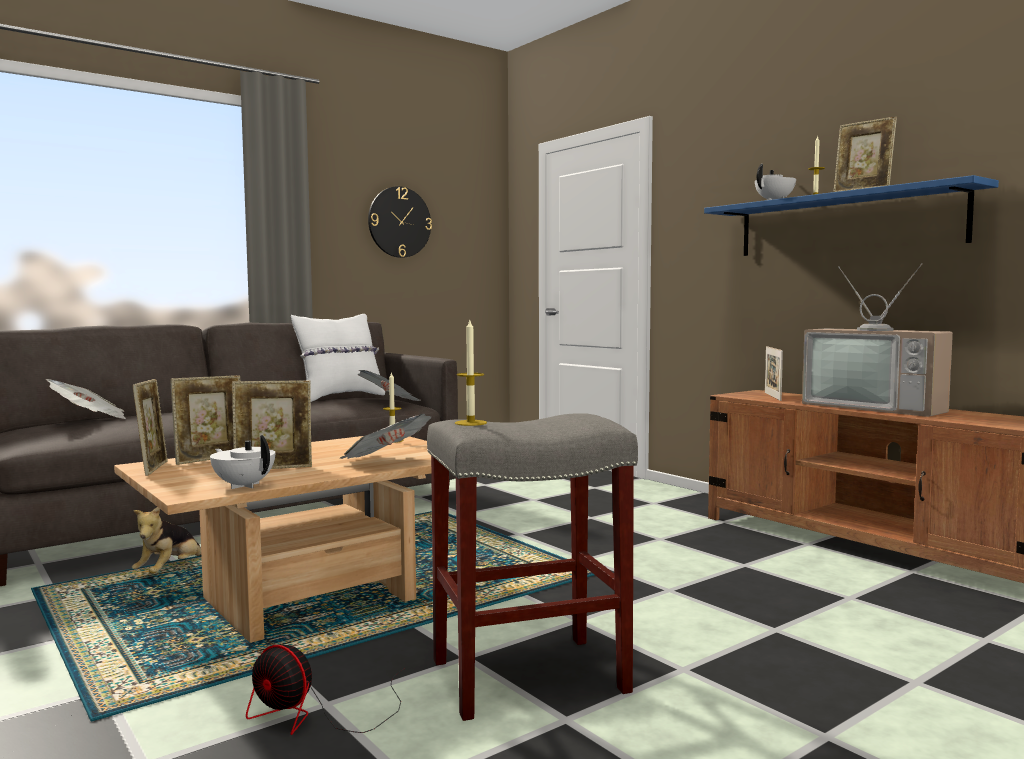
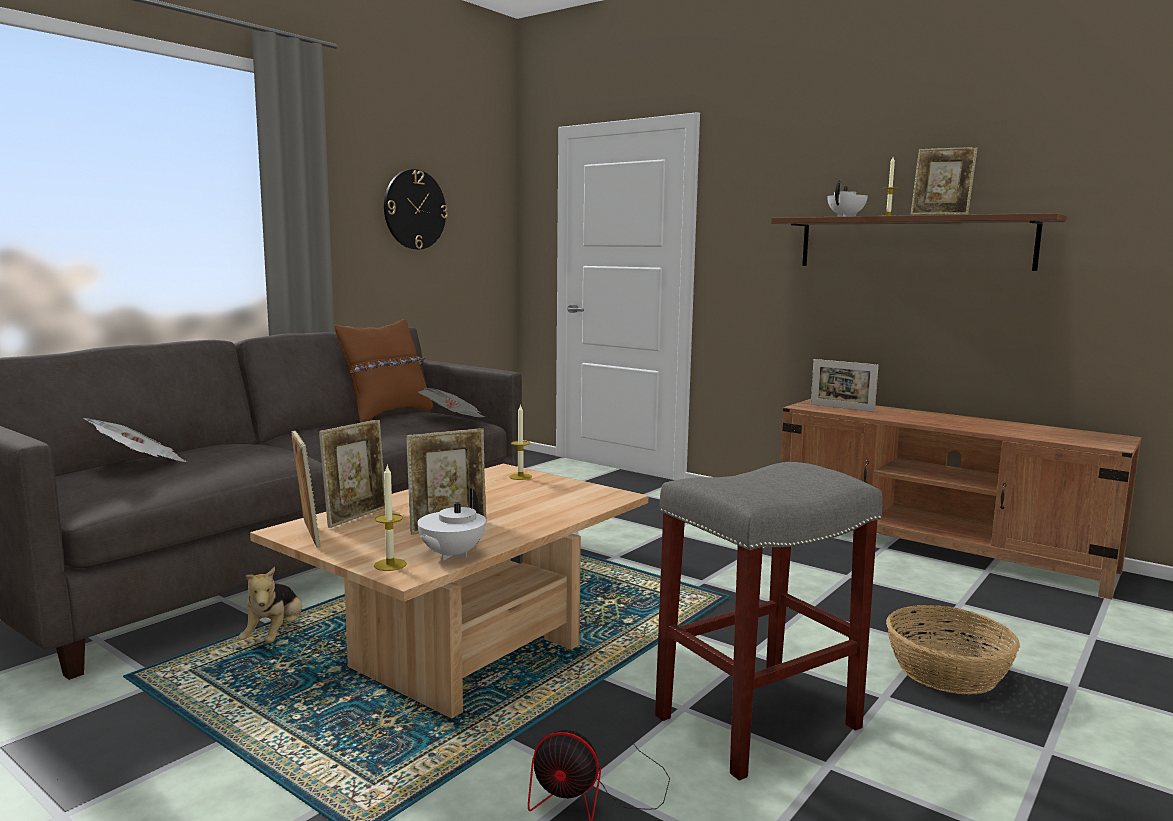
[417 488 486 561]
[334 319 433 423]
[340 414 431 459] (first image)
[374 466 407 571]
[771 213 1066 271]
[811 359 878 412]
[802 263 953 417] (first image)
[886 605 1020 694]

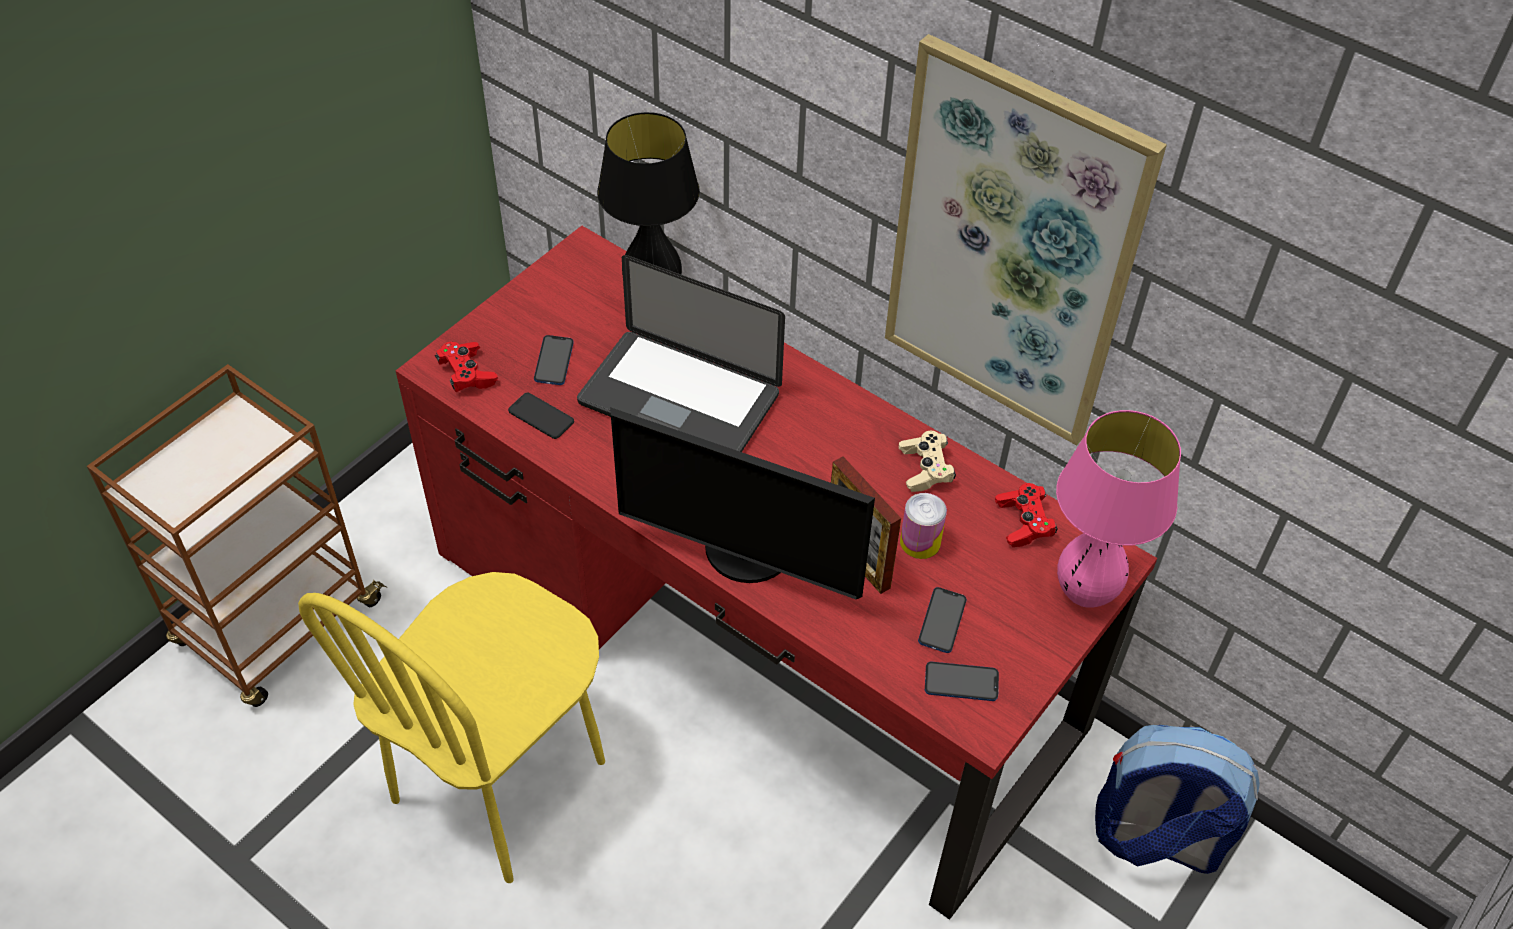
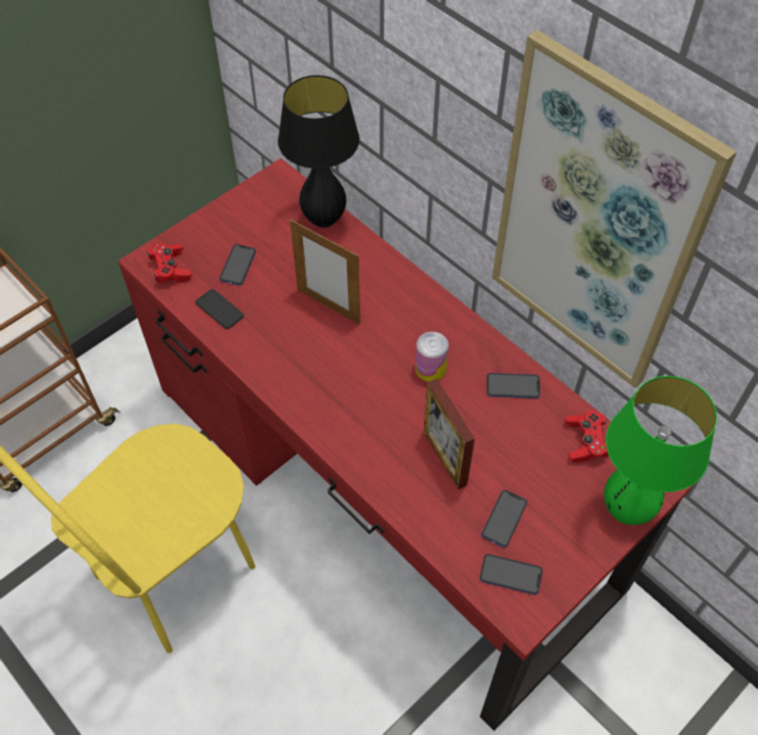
[290 219 360 324]
[610 407 875 599] (first image)
[487 373 540 398]
[415 332 449 382]
[604 376 717 525]
[1095 725 1260 874] (first image)

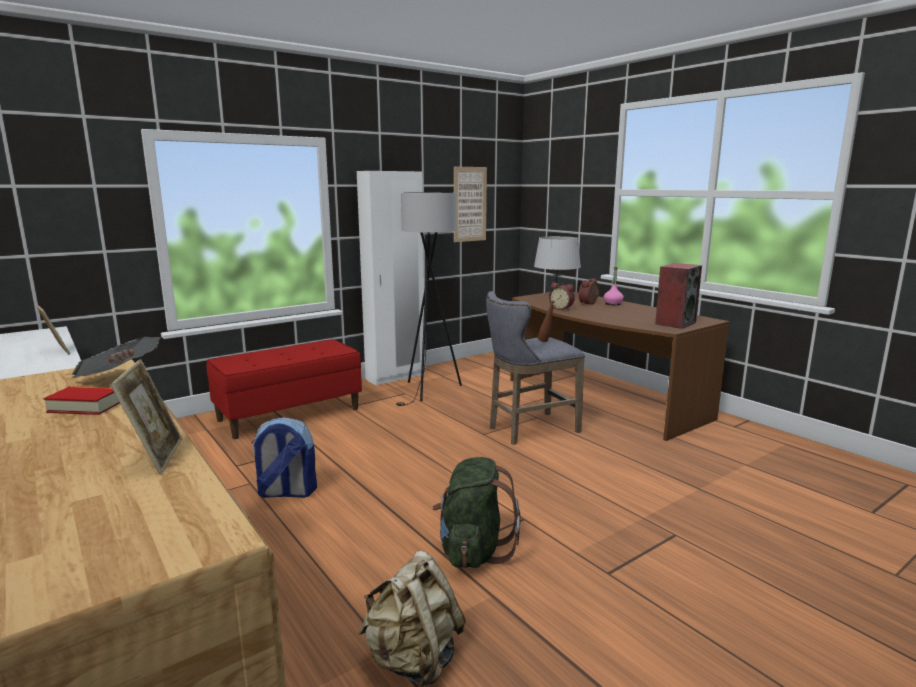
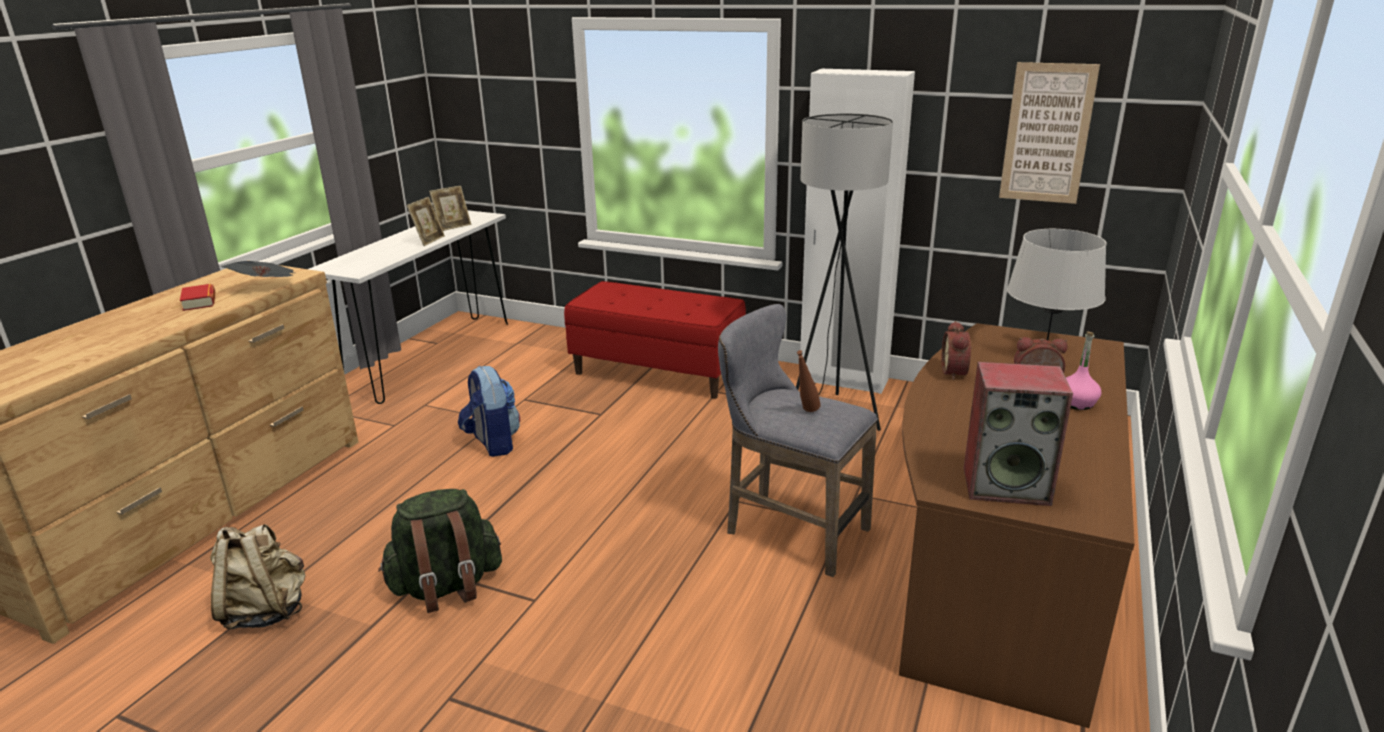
[429 186 471 231]

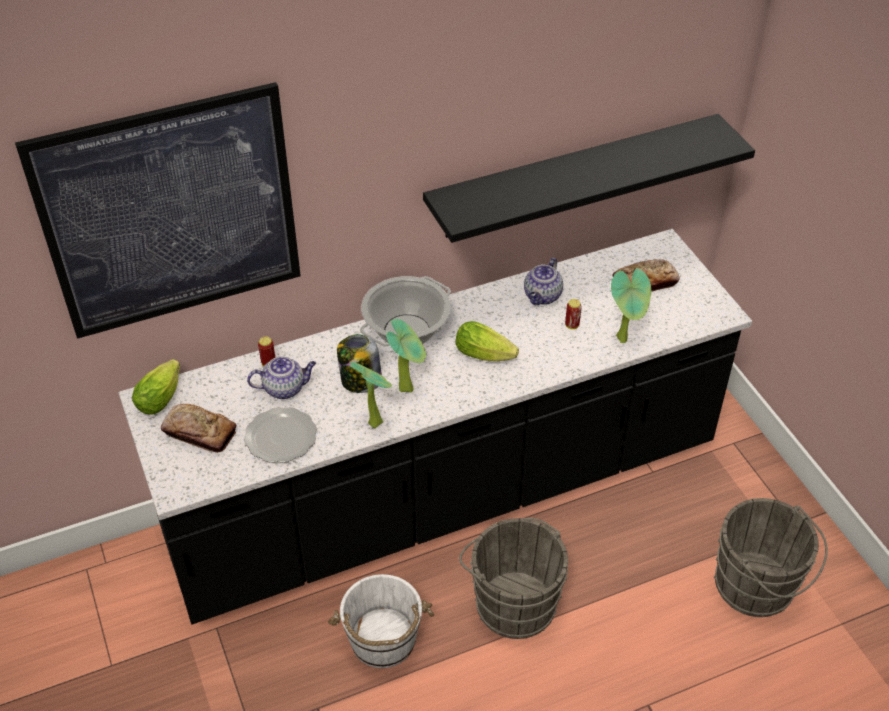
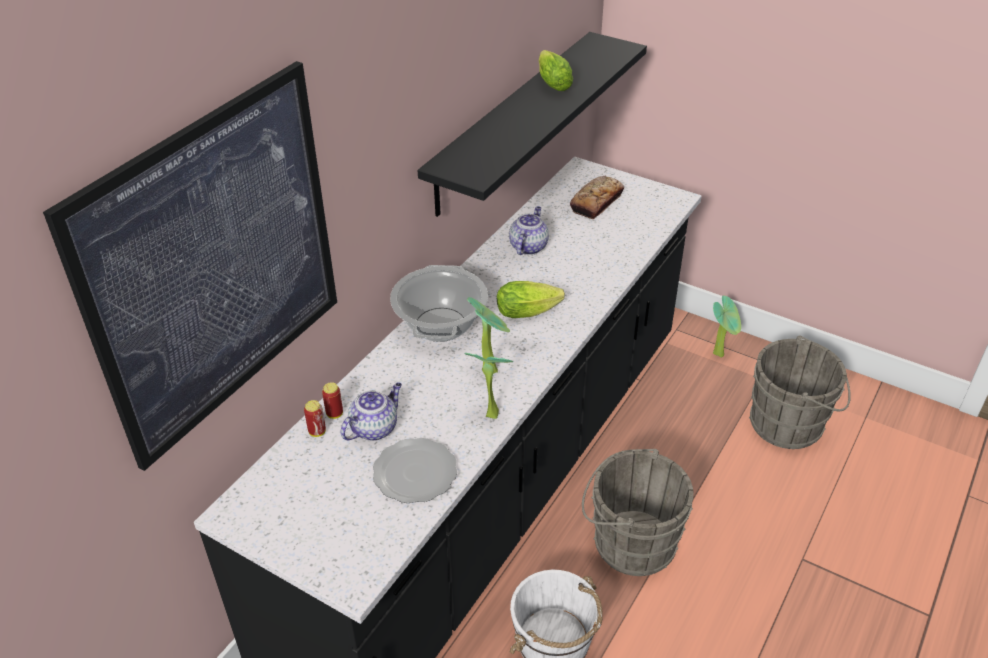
[539 50 573 91]
[161 404 236 453] (first image)
[337 334 382 393] (first image)
[509 206 549 255]
[304 400 326 437]
[713 296 741 358]

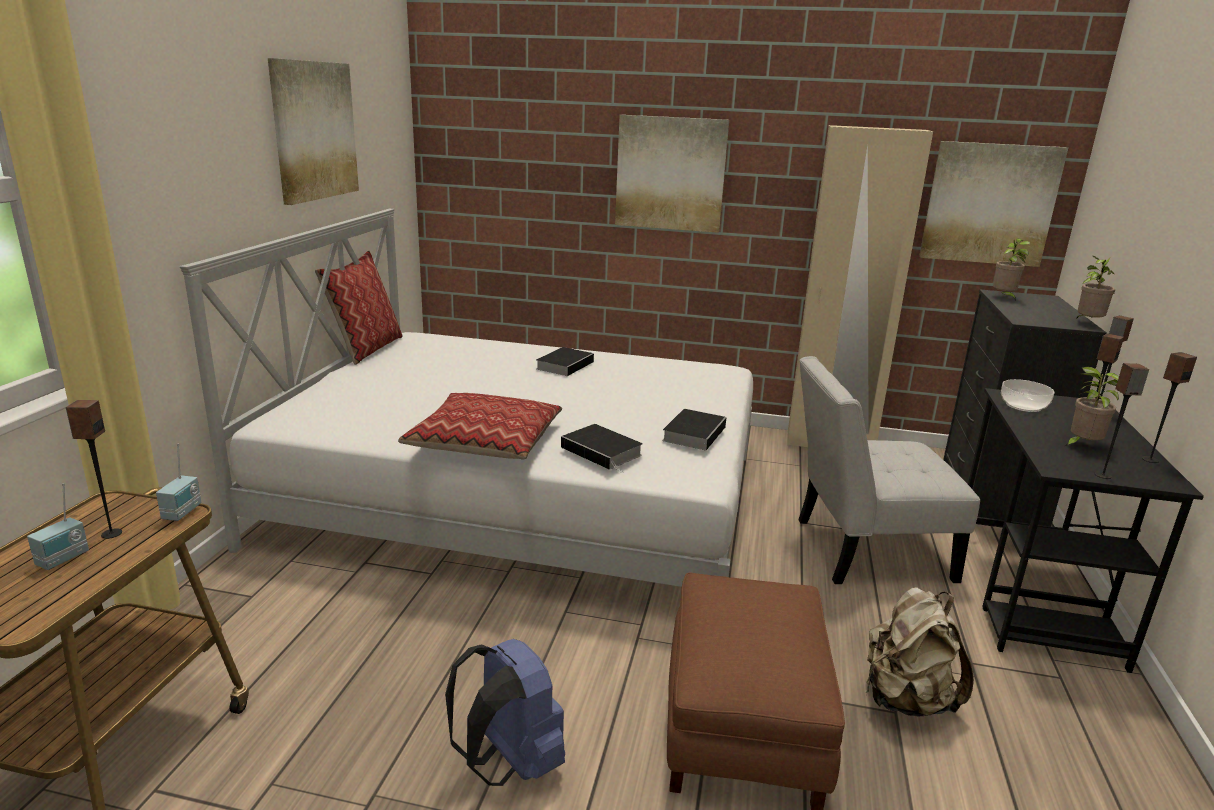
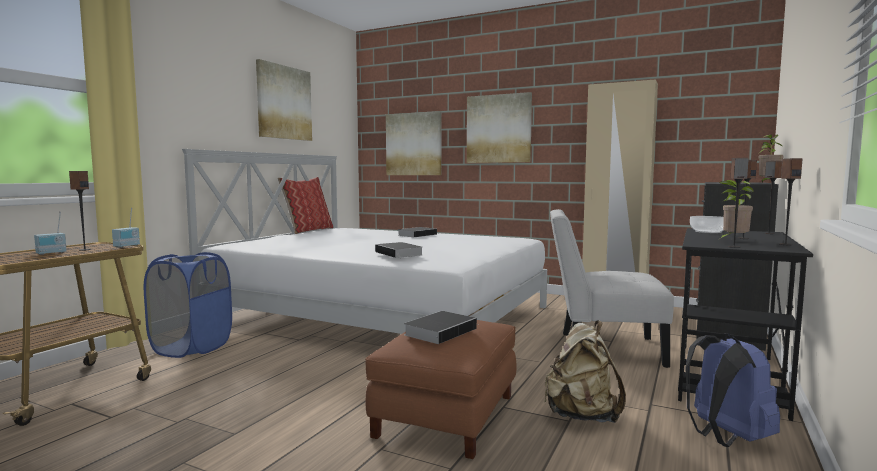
[398 393 562 460] (first image)
[685 333 780 447]
[404 311 477 344]
[386 111 441 175]
[993 238 1030 302] (first image)
[144 252 232 358]

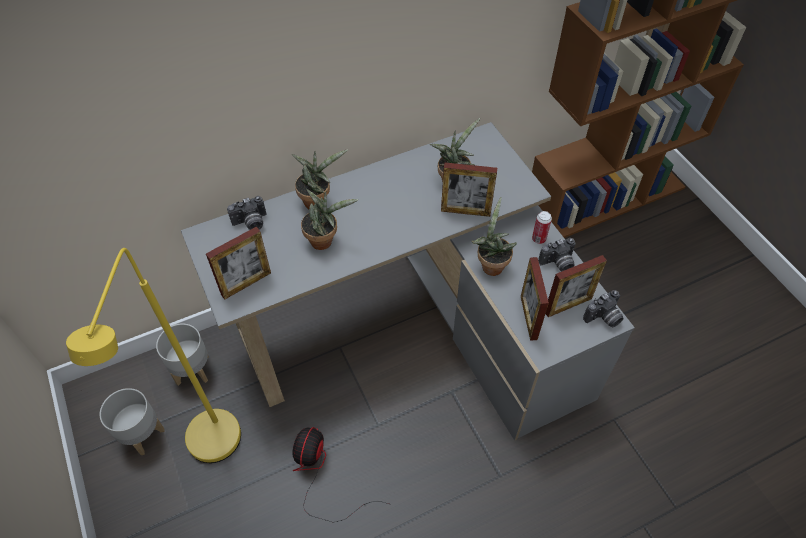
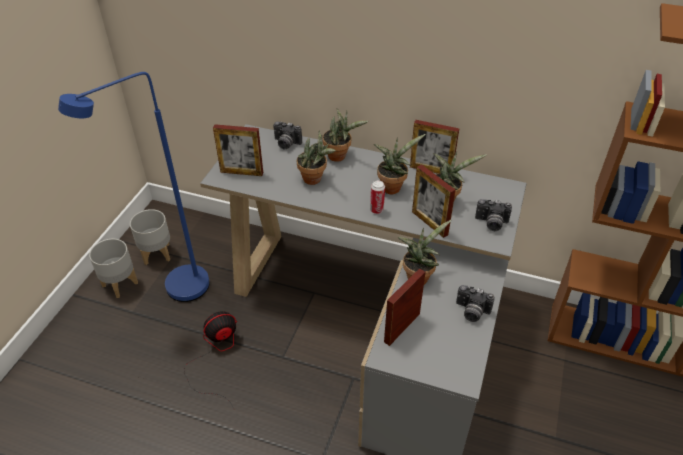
[58 72 210 302]
[89 239 138 298]
[370 180 385 214]
[410 120 459 174]
[475 199 512 231]
[374 134 426 194]

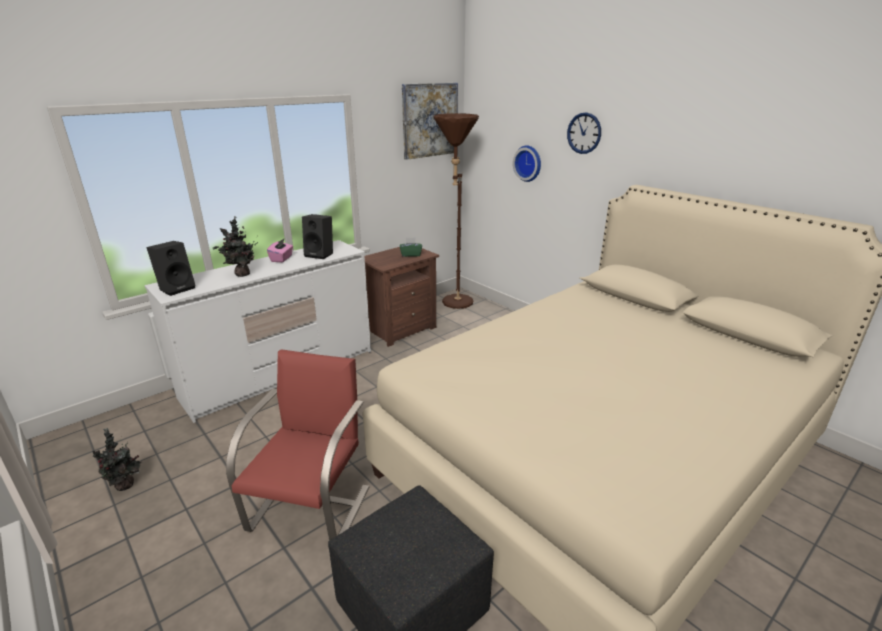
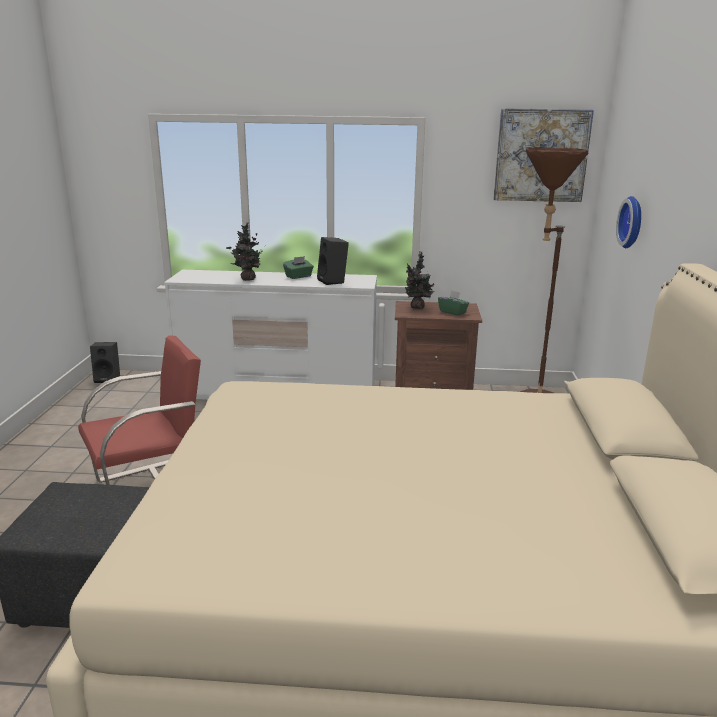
[405 251 435 309]
[90 342 120 383]
[283 256 314 279]
[567 112 601 154] (first image)

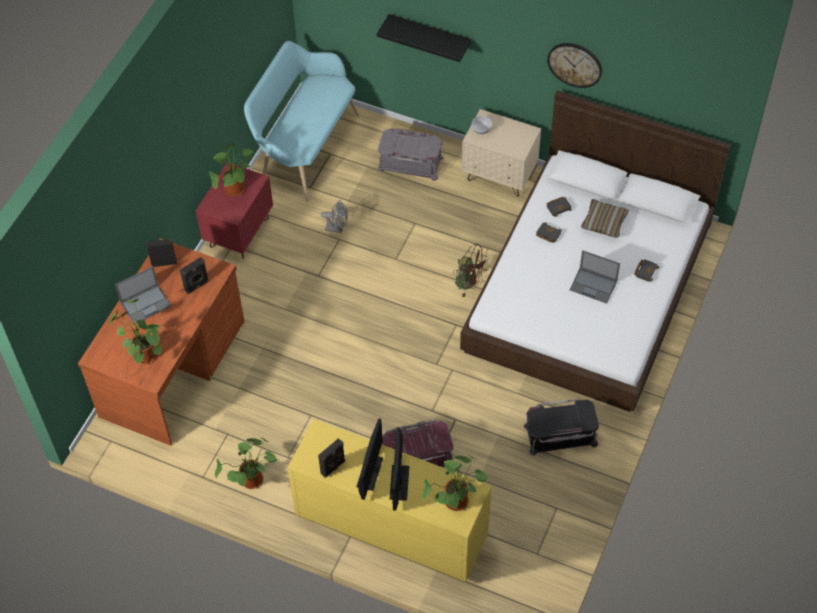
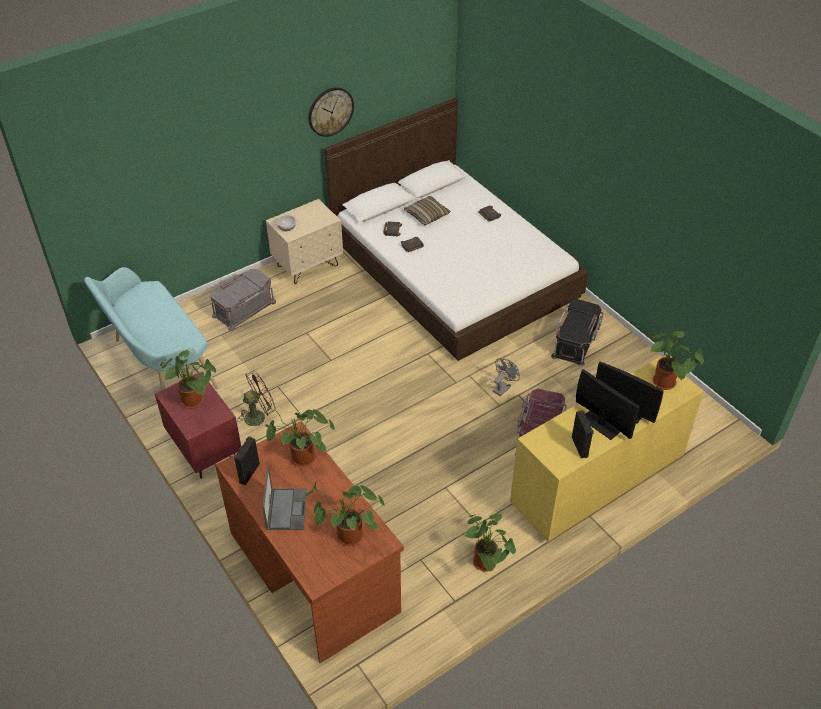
[259 403 335 467]
[493 358 520 396]
[377 14 471 62] (first image)
[238 371 276 427]
[569 250 620 304] (first image)

